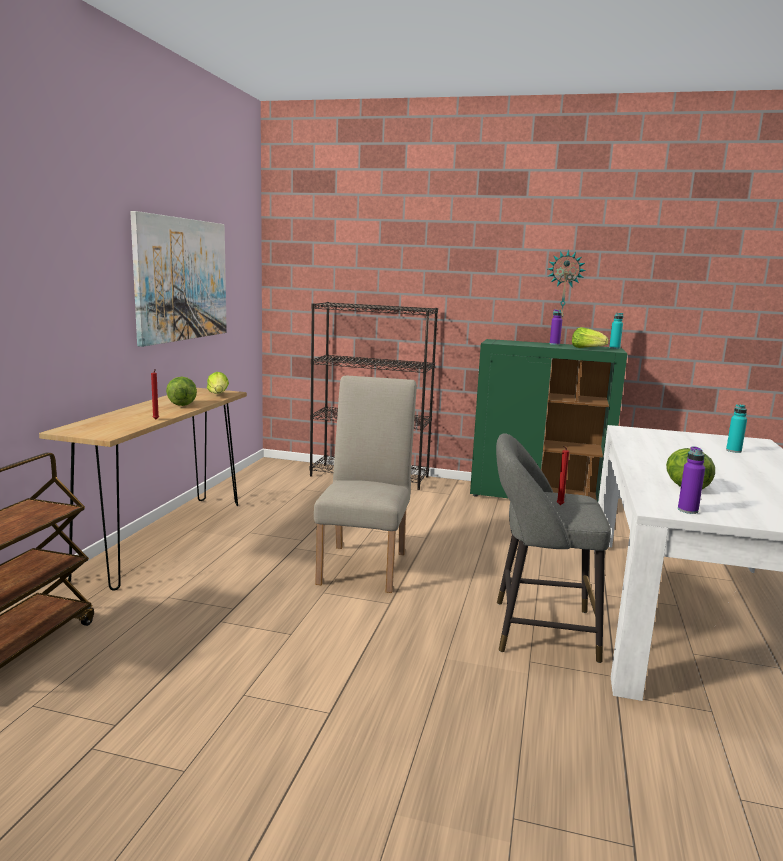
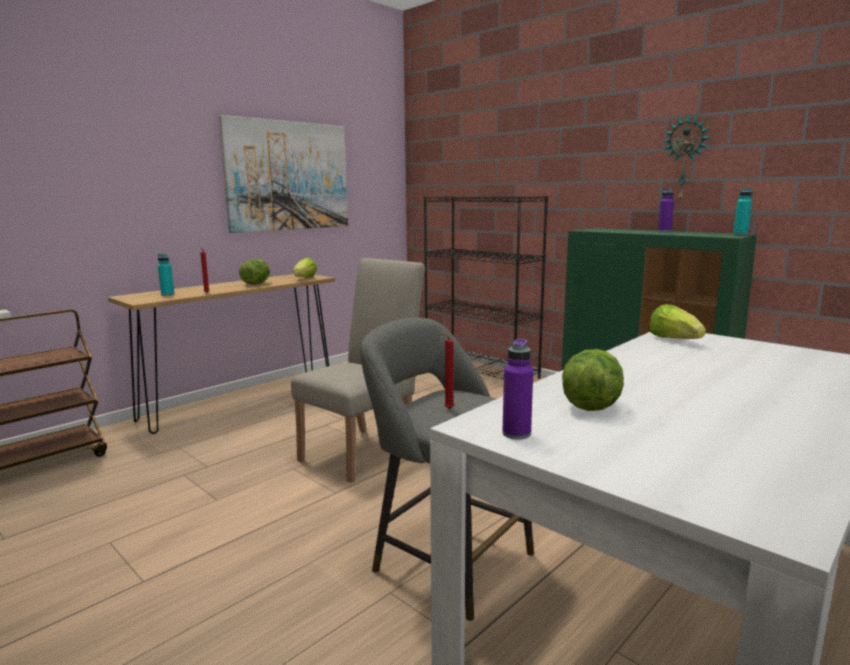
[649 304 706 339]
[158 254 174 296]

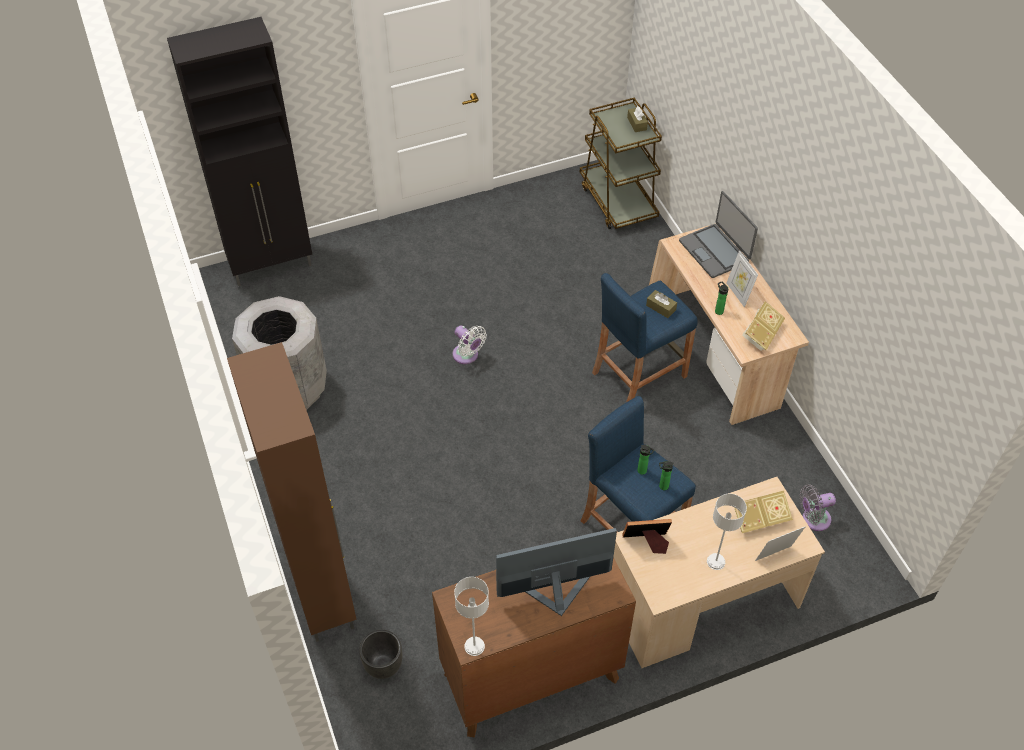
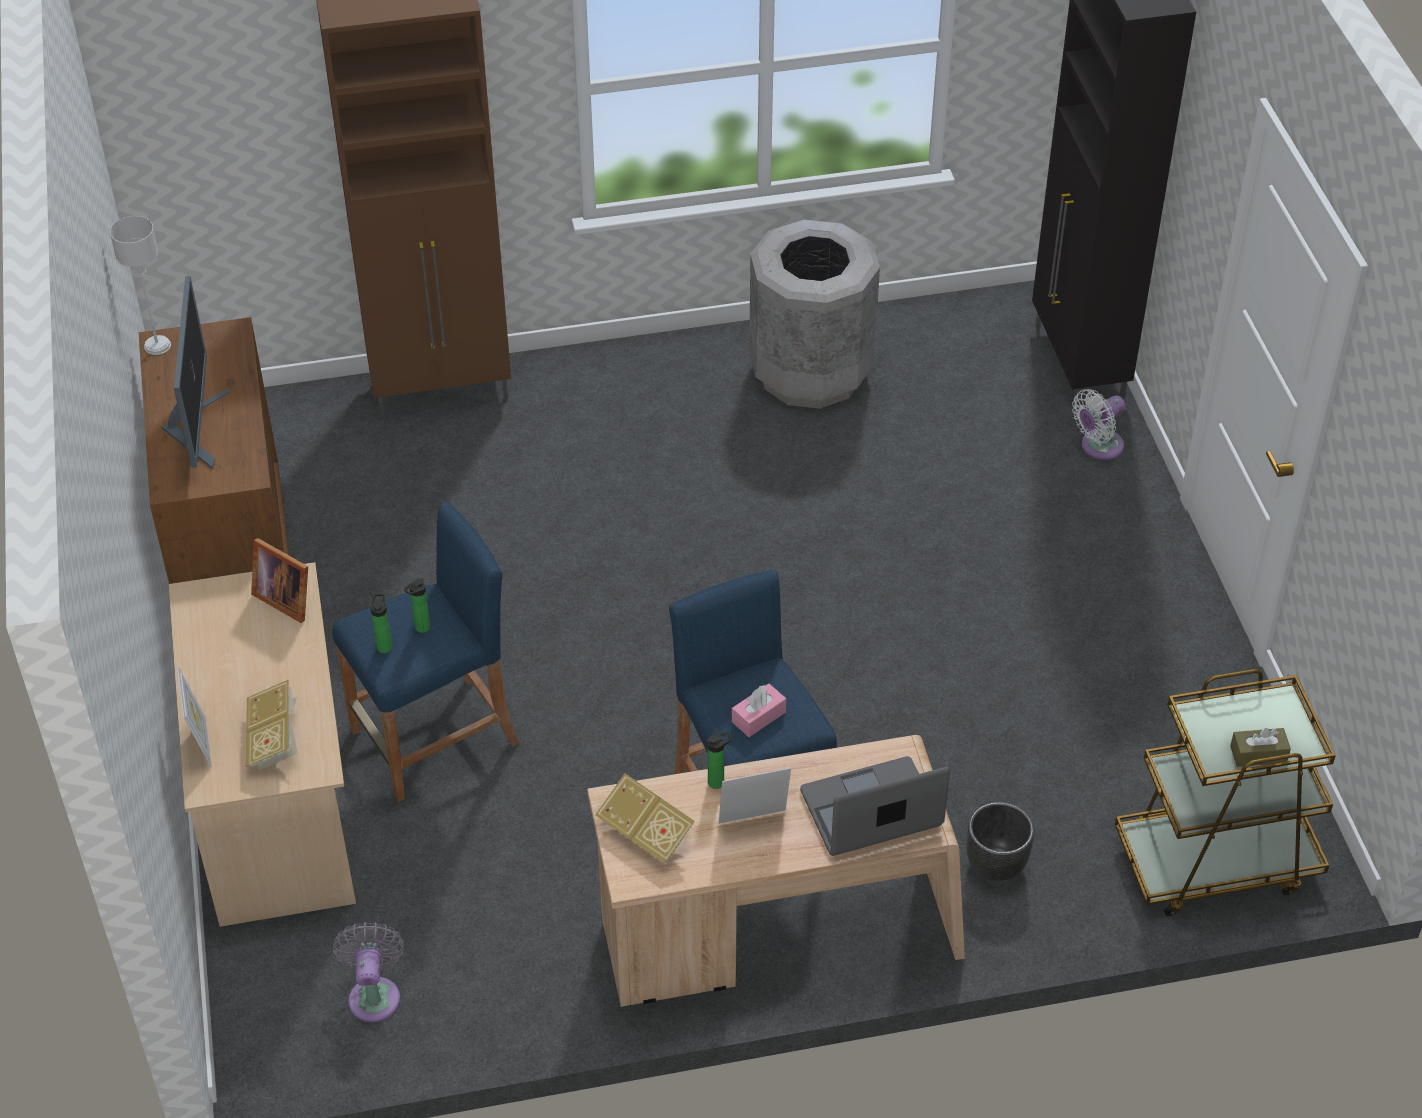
[966 802 1035 881]
[1072 389 1126 460]
[251 538 308 623]
[732 684 786 737]
[707 494 747 570] (first image)

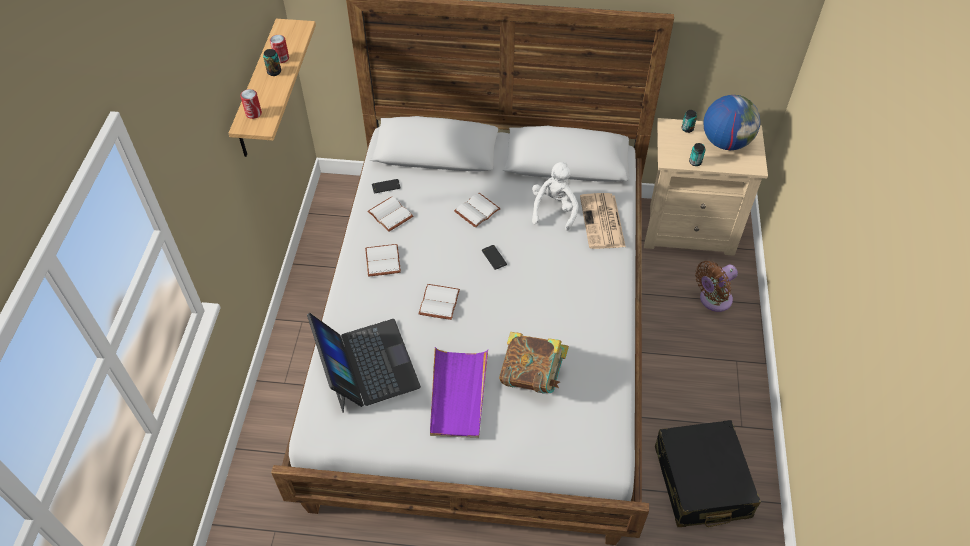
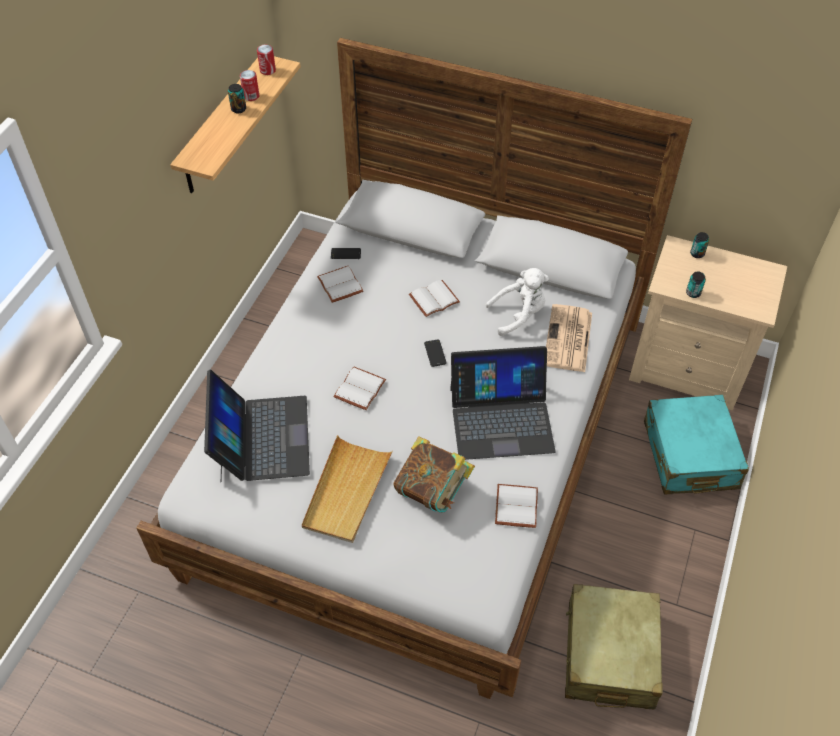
[257 45 276 75]
[495 484 538 528]
[302 435 393 543]
[485 268 549 336]
[565 584 663 709]
[644 395 749 494]
[704 95 760 150] (first image)
[450 346 556 460]

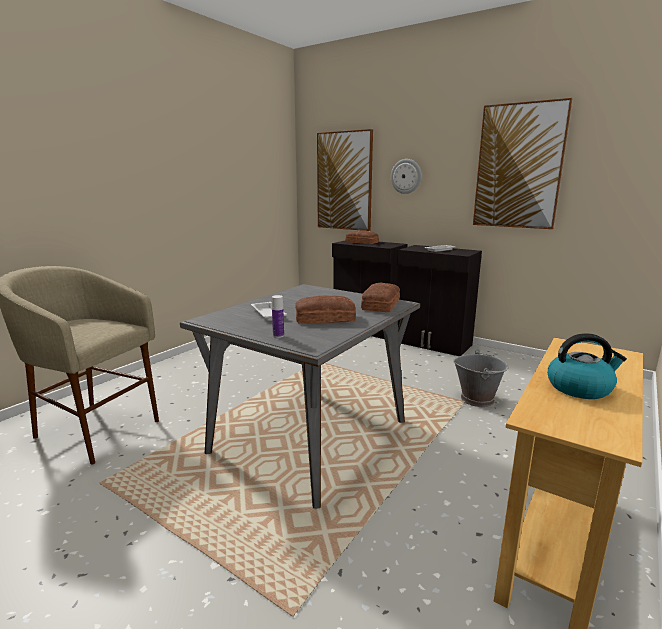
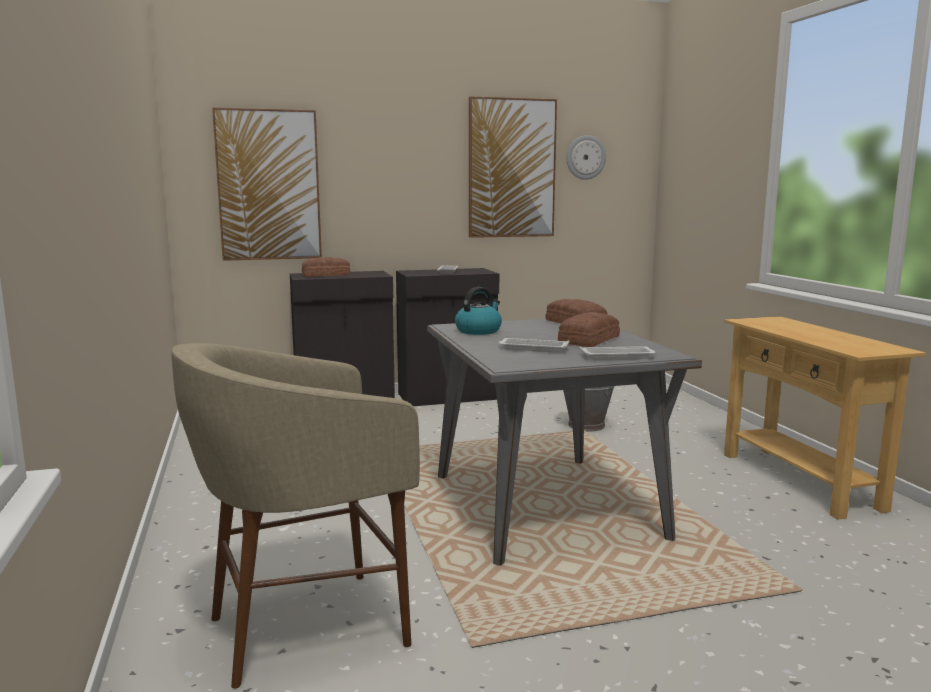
[580 346 655 360]
[567 135 606 180]
[455 287 502 335]

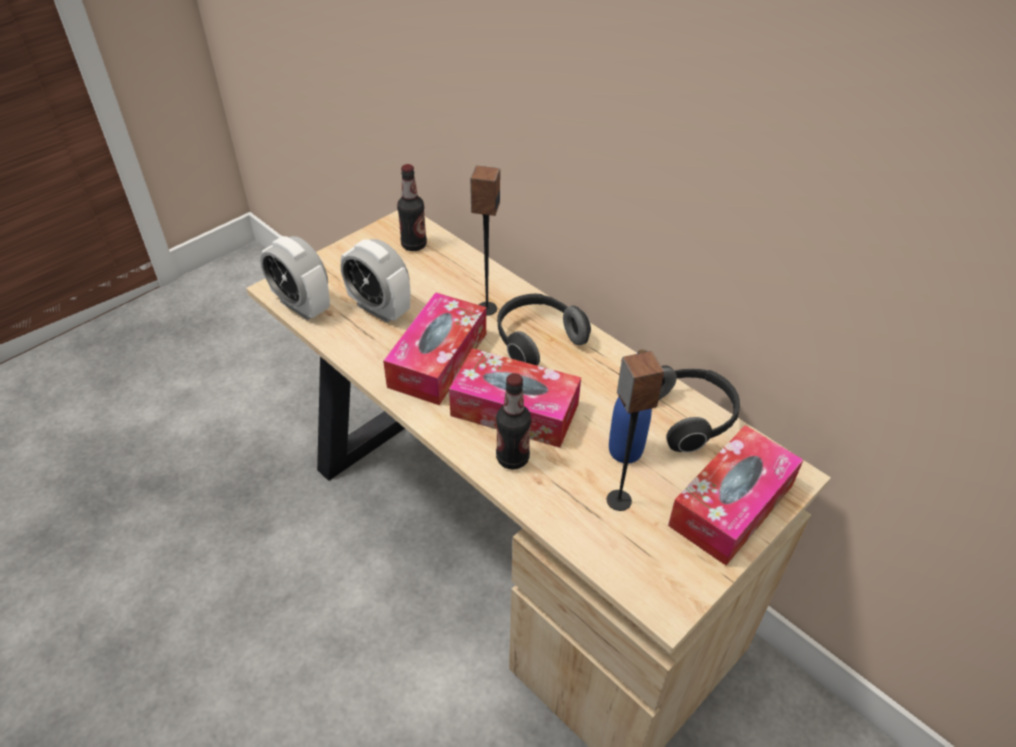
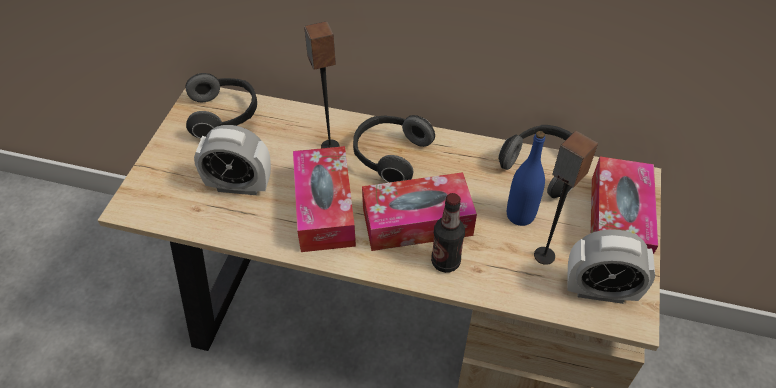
[568 229 655 304]
[185 73 257 139]

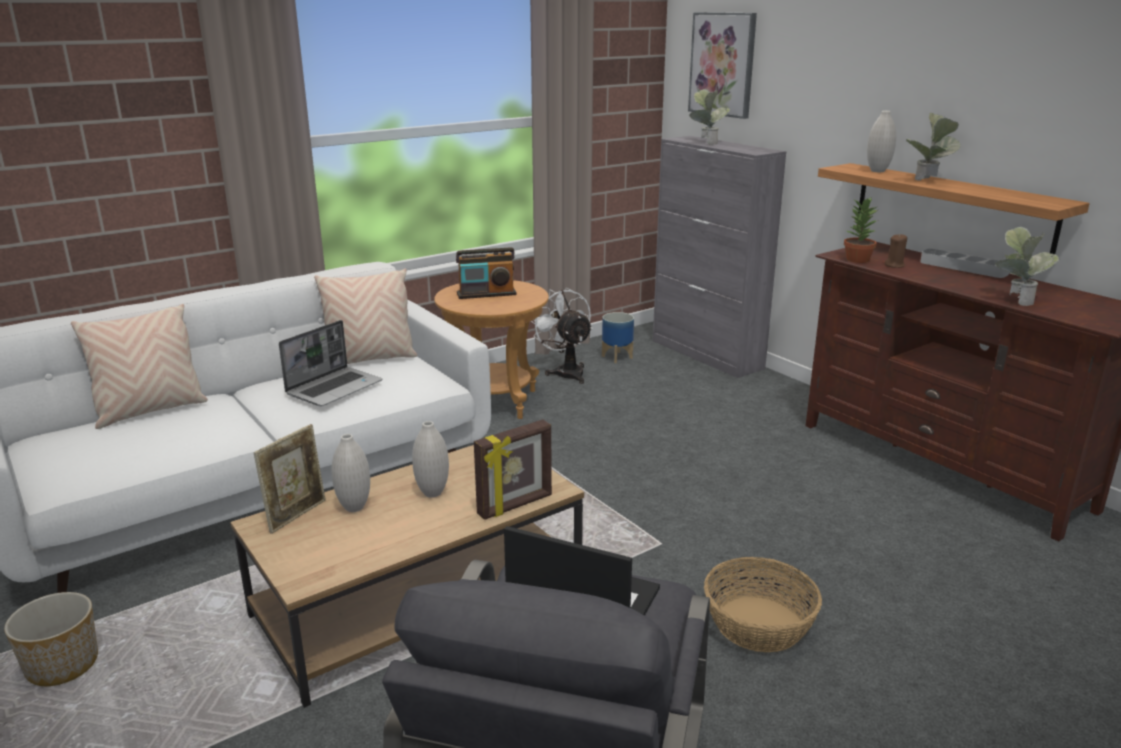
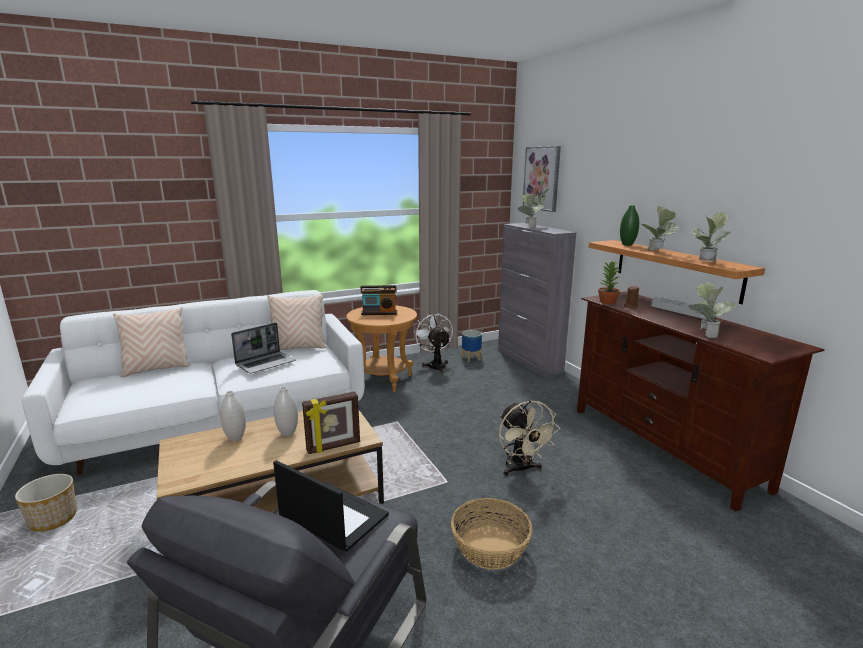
[254 424 326 534] (first image)
[620 205 639 246]
[499 400 560 476]
[691 212 730 262]

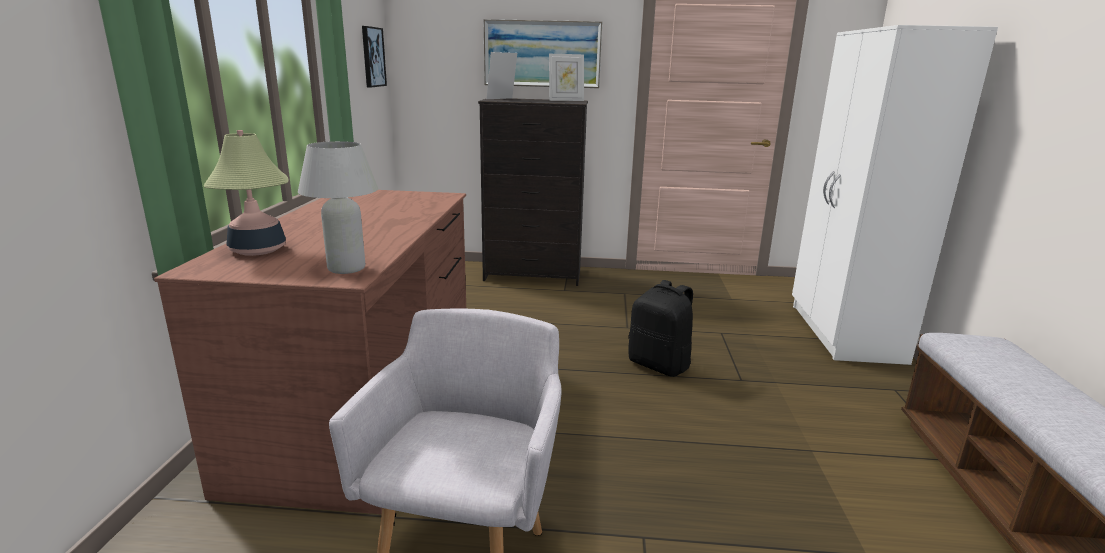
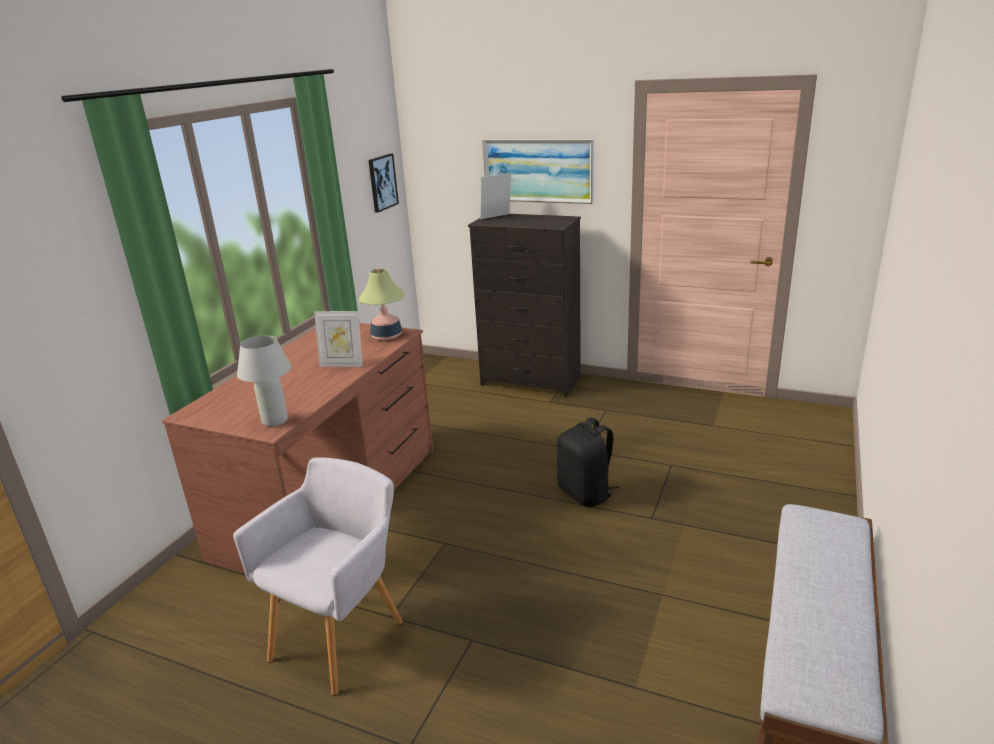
[359 268 404 340]
[314 311 363 367]
[792 25 998 365] (first image)

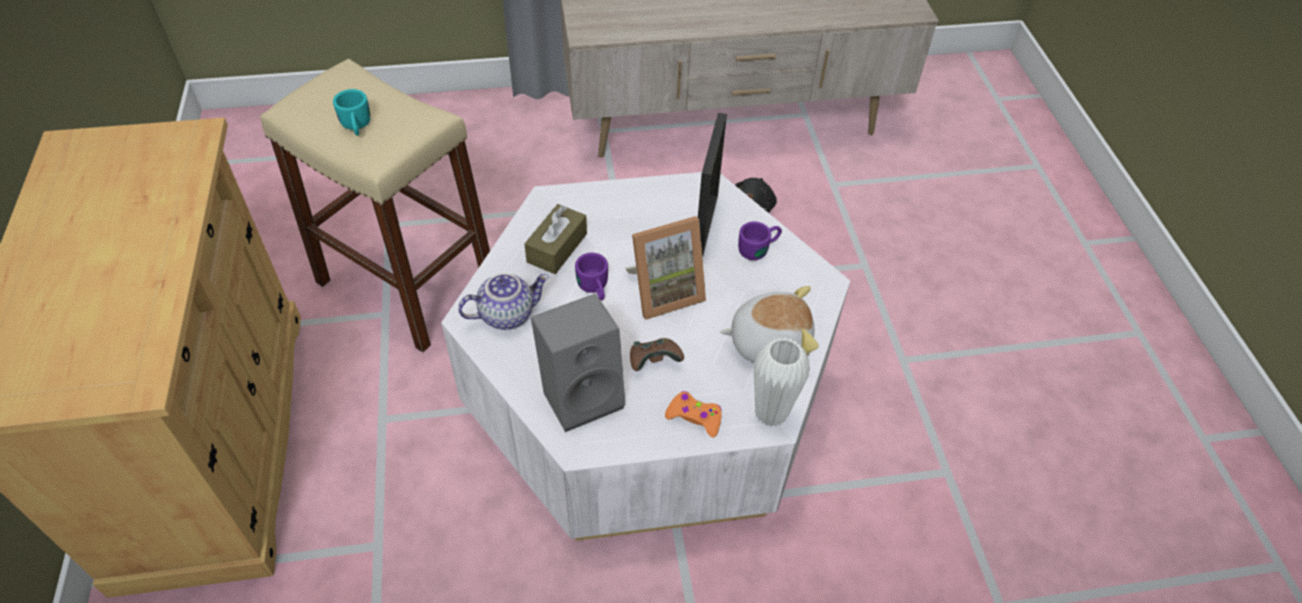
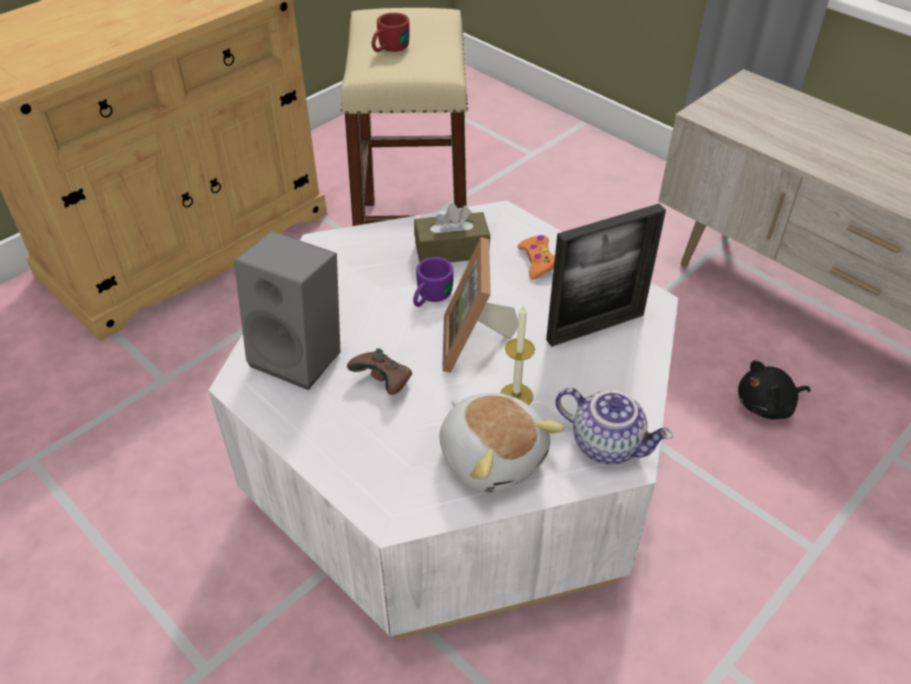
[371 13 410 52]
[555 388 673 464]
[442 237 518 373]
[517 235 555 279]
[738 221 782 260] (first image)
[754 337 810 427] (first image)
[501 304 535 405]

